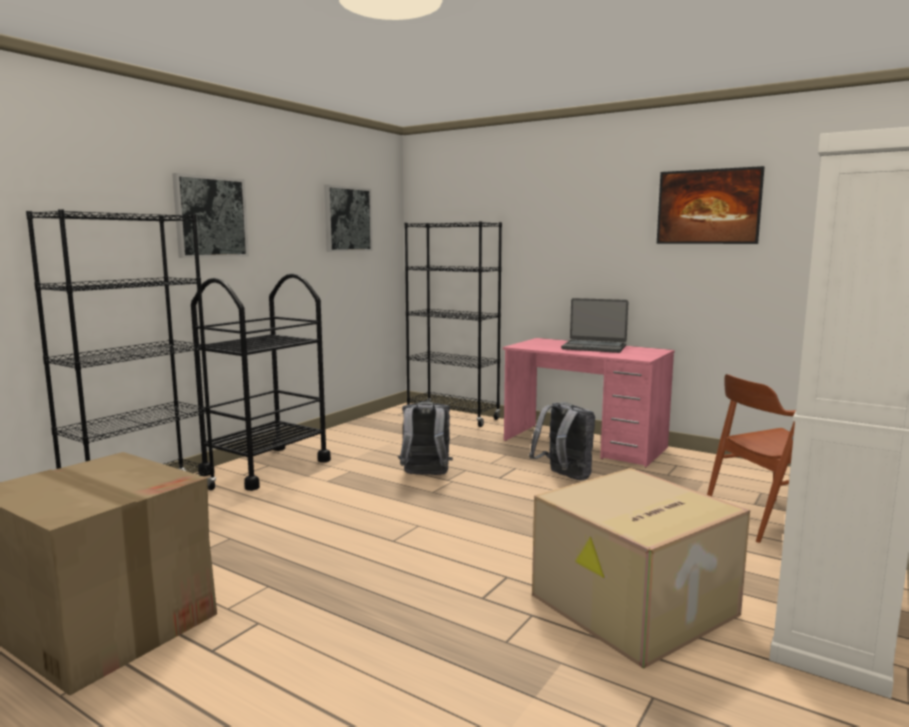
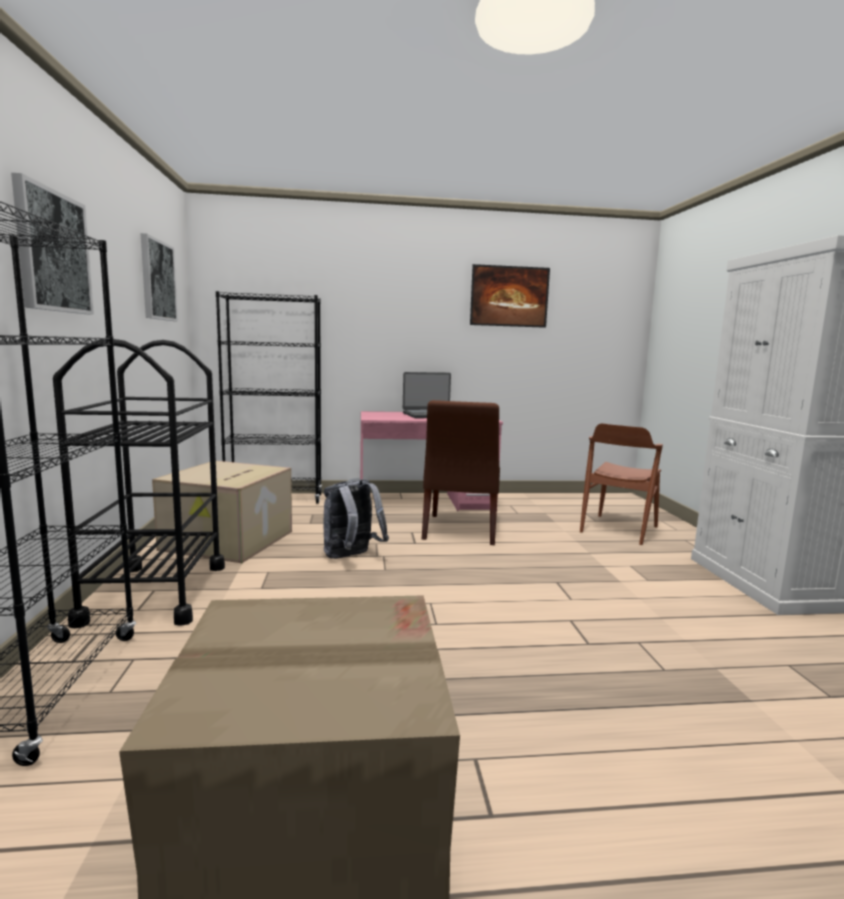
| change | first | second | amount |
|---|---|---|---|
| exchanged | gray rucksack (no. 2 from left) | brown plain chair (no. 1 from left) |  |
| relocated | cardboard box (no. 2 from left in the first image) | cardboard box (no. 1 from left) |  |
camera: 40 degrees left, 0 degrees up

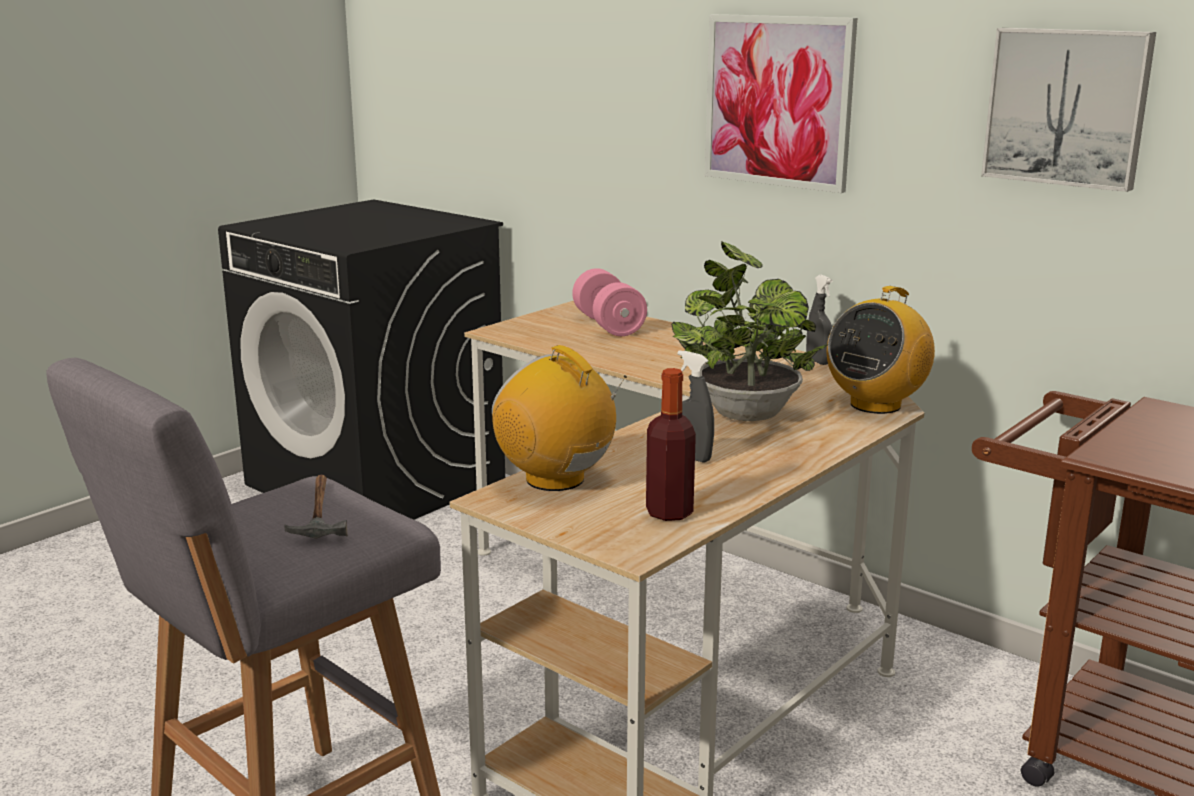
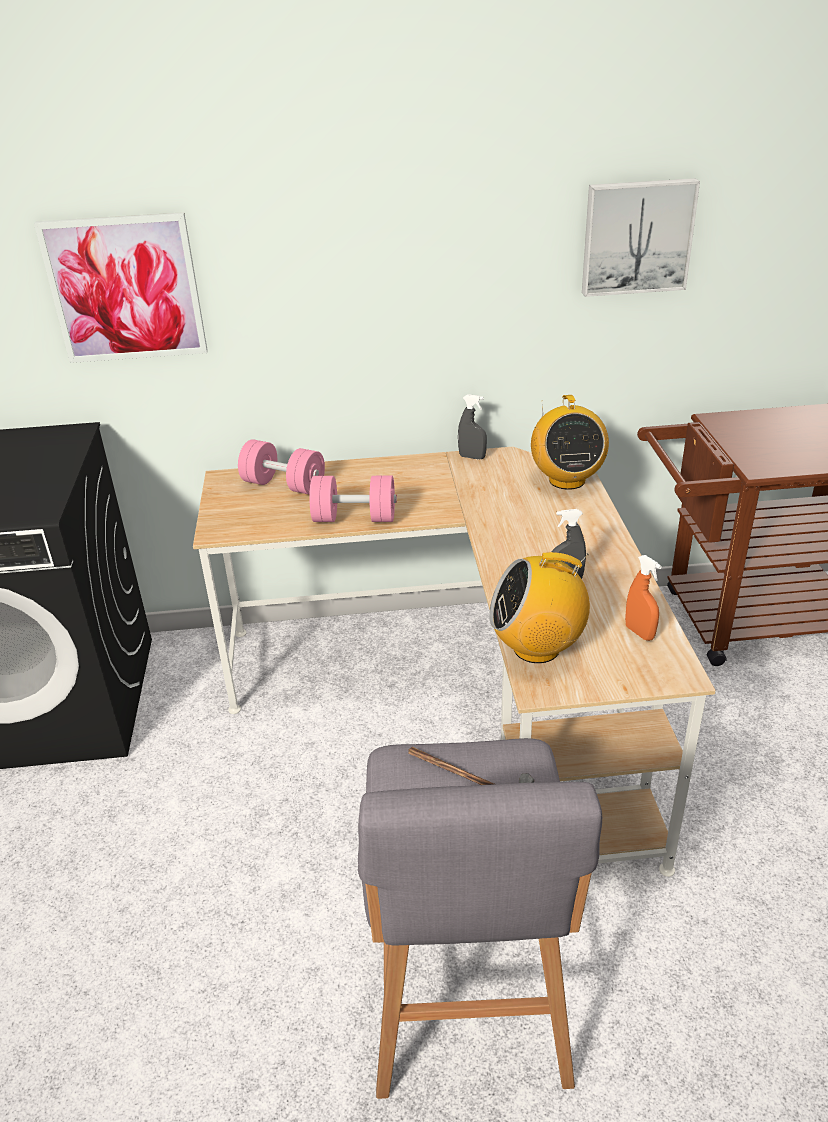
| change | first | second | amount |
|---|---|---|---|
| relocated | picture (no. 1 from left) |  |  |
| missing | plant in a pot |  |  |
| exchanged | drink bottle | orange-coloured spray bottle |  |
| appeared |  | pink-coloured hand weight (no. 2 from left) |  |
camera: 45 degrees left, 15 degrees up

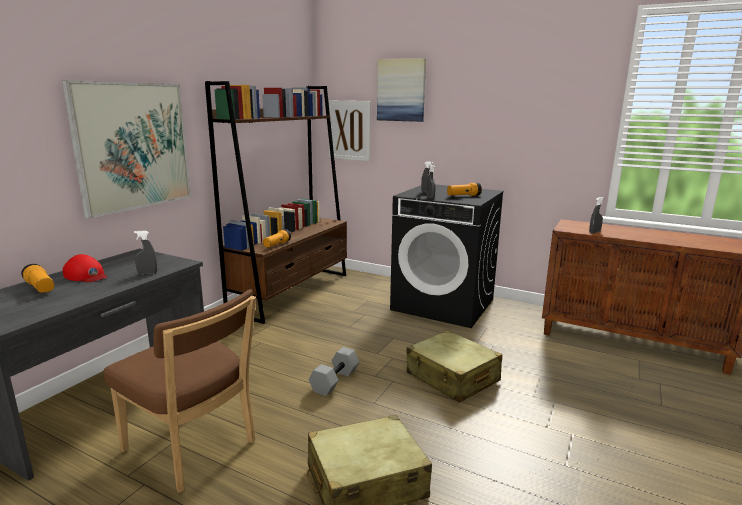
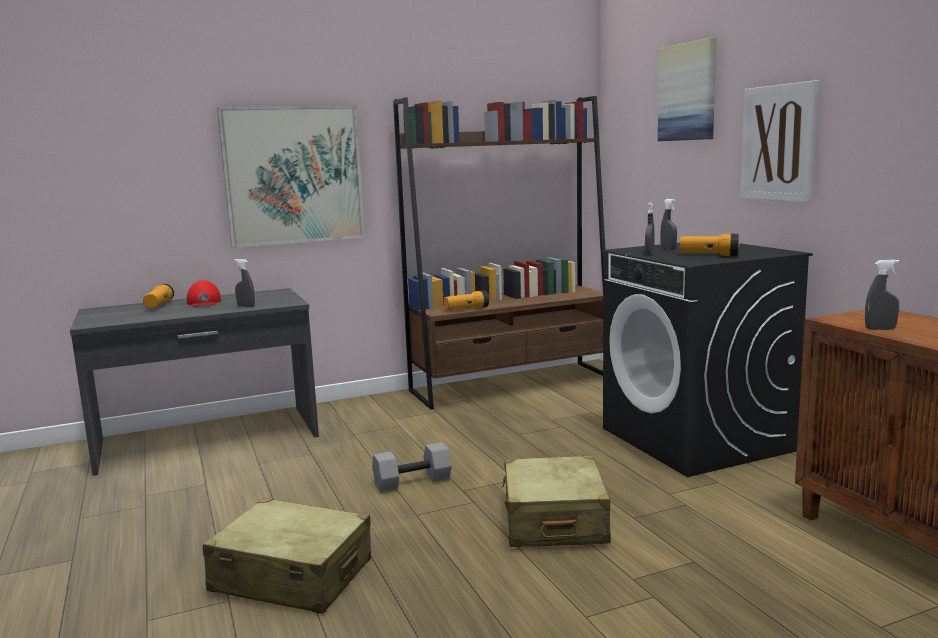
| change | first | second | amount |
|---|---|---|---|
| relocated | picture (no. 2 from left in the first image) | picture (no. 3 from left) |  |
| missing | brown plain chair |  |  |
camera: 40 degrees right, 5 degrees down

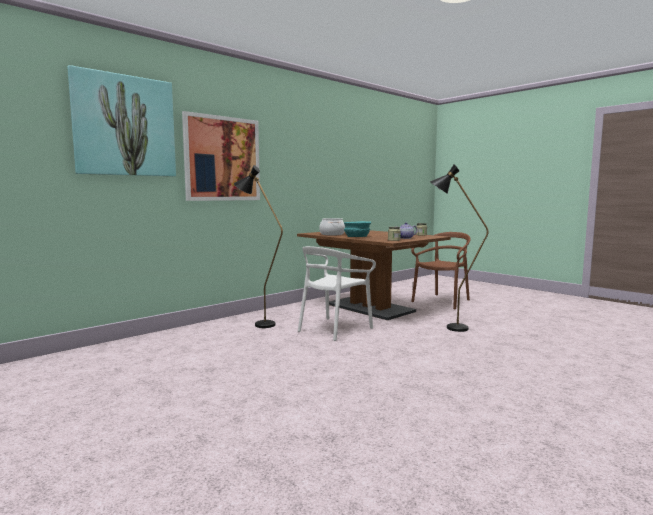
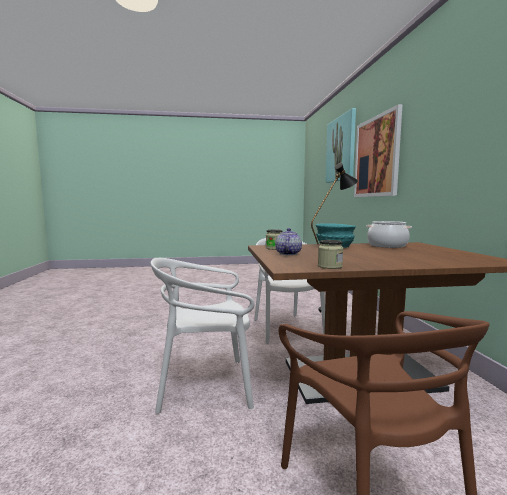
| change | first | second | amount |
|---|---|---|---|
| exchanged | blackish standing lamp (no. 2 from left) | white plain chair (no. 1 from left) |  |
camera: 125 degrees right, 0 degrees up

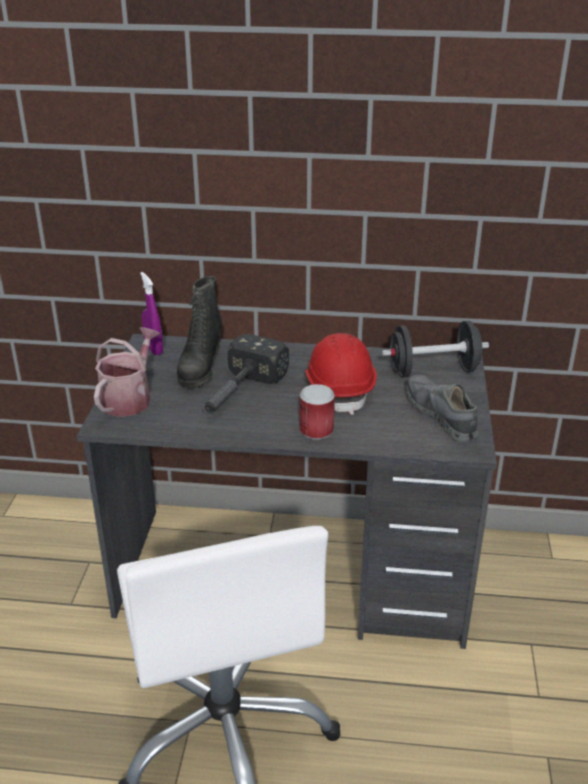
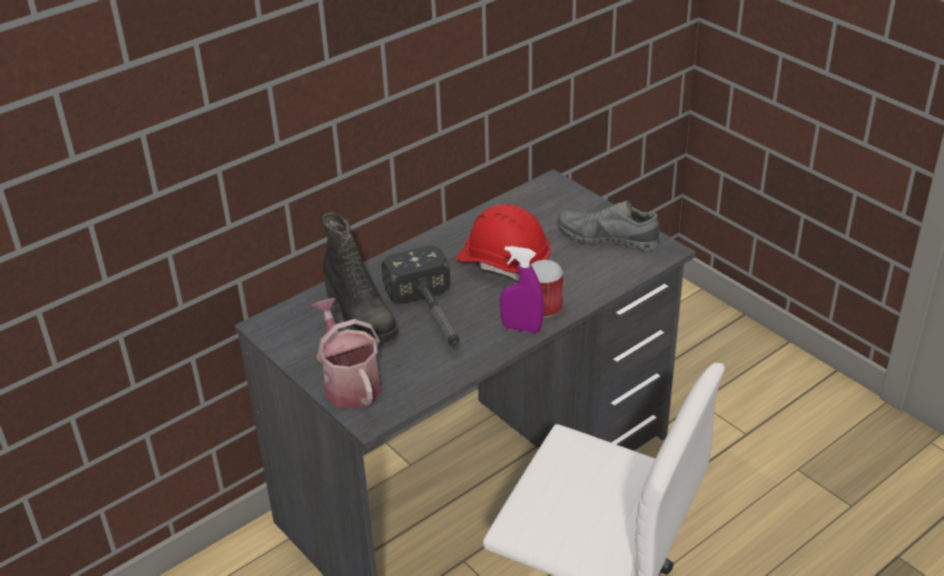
| change | first | second | amount |
|---|---|---|---|
| relocated | purple spray bottle |  |  |
| missing | blackish hand weight |  |  |
camera: 45 degrees left, 5 degrees up

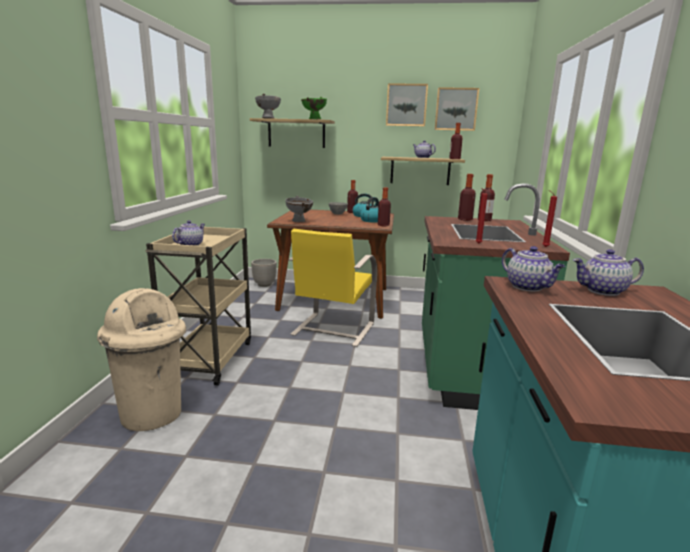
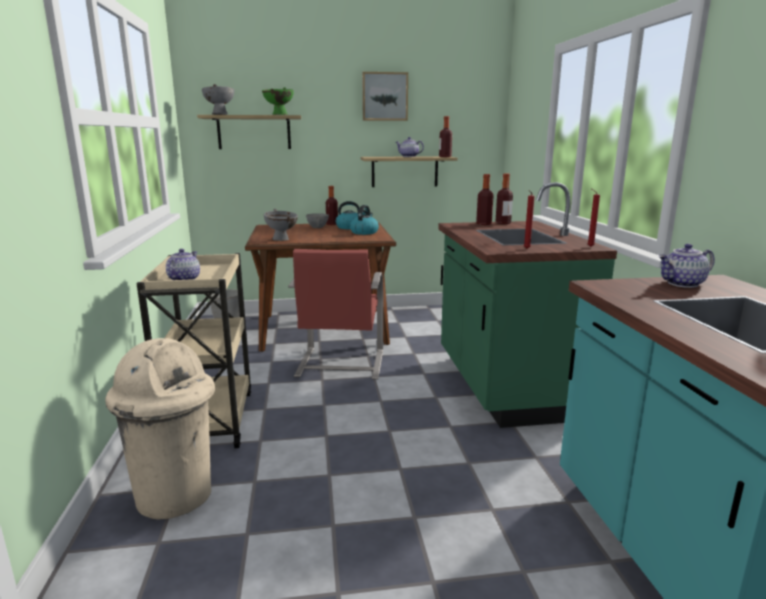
| change | first | second | amount |
|---|---|---|---|
| missing | picture (no. 2 from left) |  |  |
| missing | drink bottle (no. 2 from left) |  |  |
| colour | yellowish plain chair | red plain chair |  |
| missing | teapot (no. 3 from left) |  |  |
camera: 15 degrees left, 0 degrees up

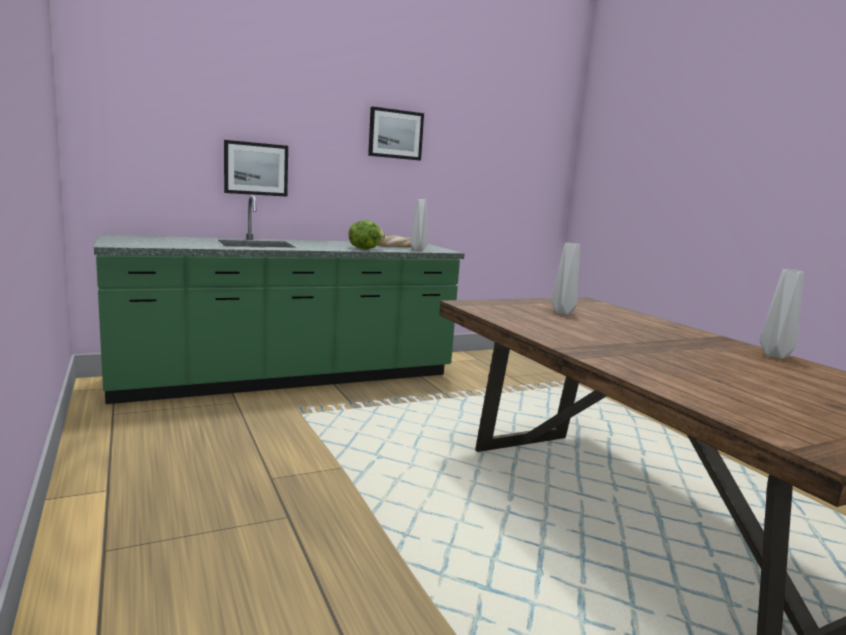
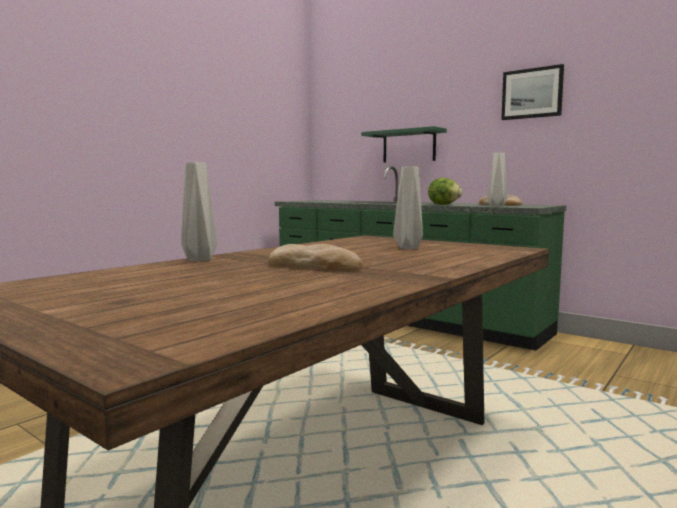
| change | first | second | amount |
|---|---|---|---|
| exchanged | picture (no. 1 from left) | green bracket shelf |  |
| relocated | gray flower vase (no. 3 from left in the first image) | gray flower vase (no. 1 from left) |  |
| appeared |  | baked bread (no. 1 from left) |  |
camera: 65 degrees right, 5 degrees down

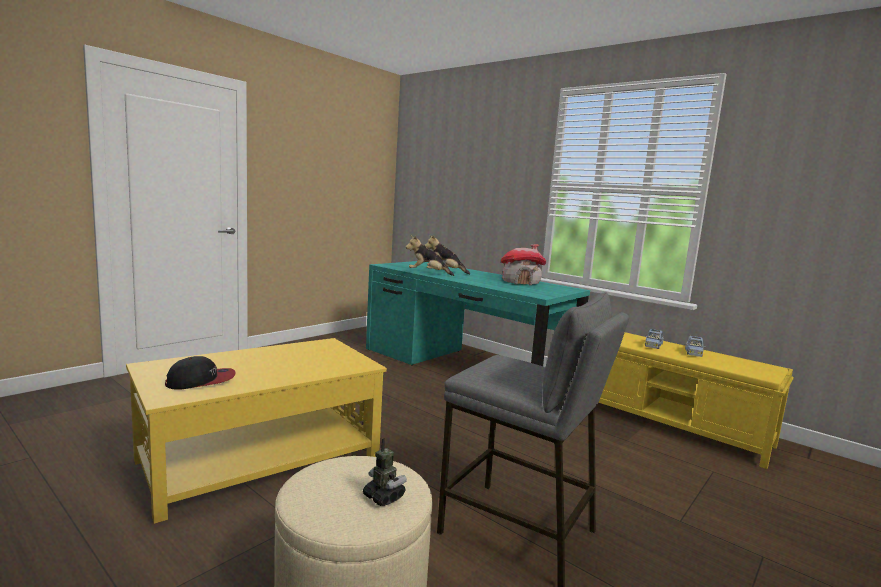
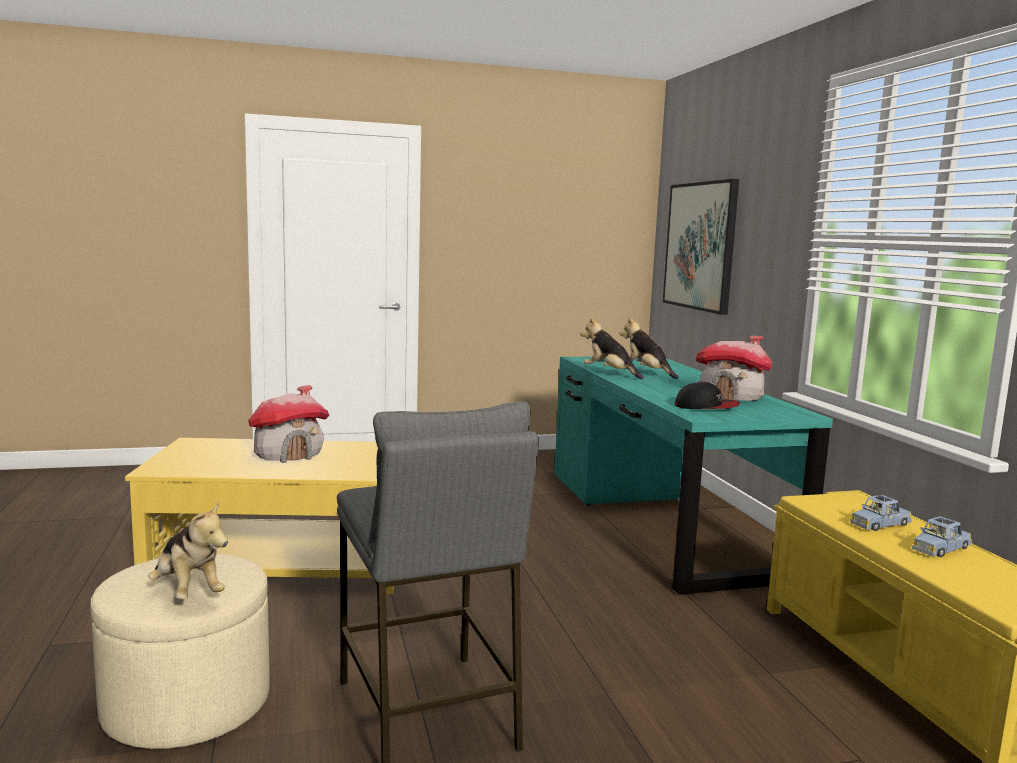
| change | first | second | amount |
|---|---|---|---|
| relocated | cap |  |  |
| exchanged | robot figure | cuddly toy (no. 1 from left) |  |
| appeared |  | picture |  |
| appeared |  | toy house (no. 1 from left) |  |
camera: 35 degrees right, 0 degrees up

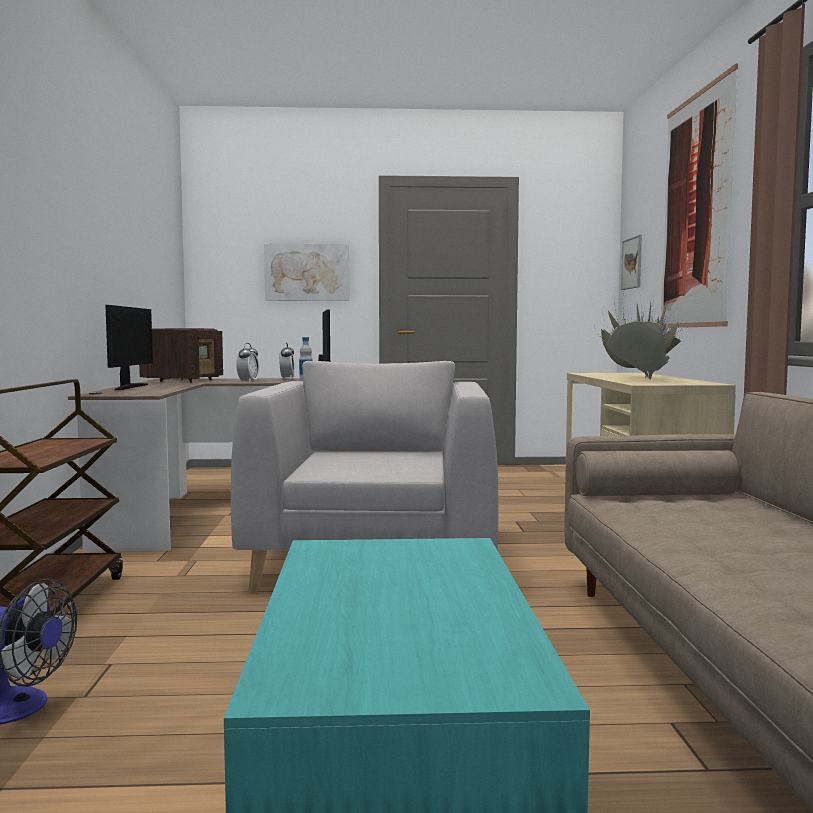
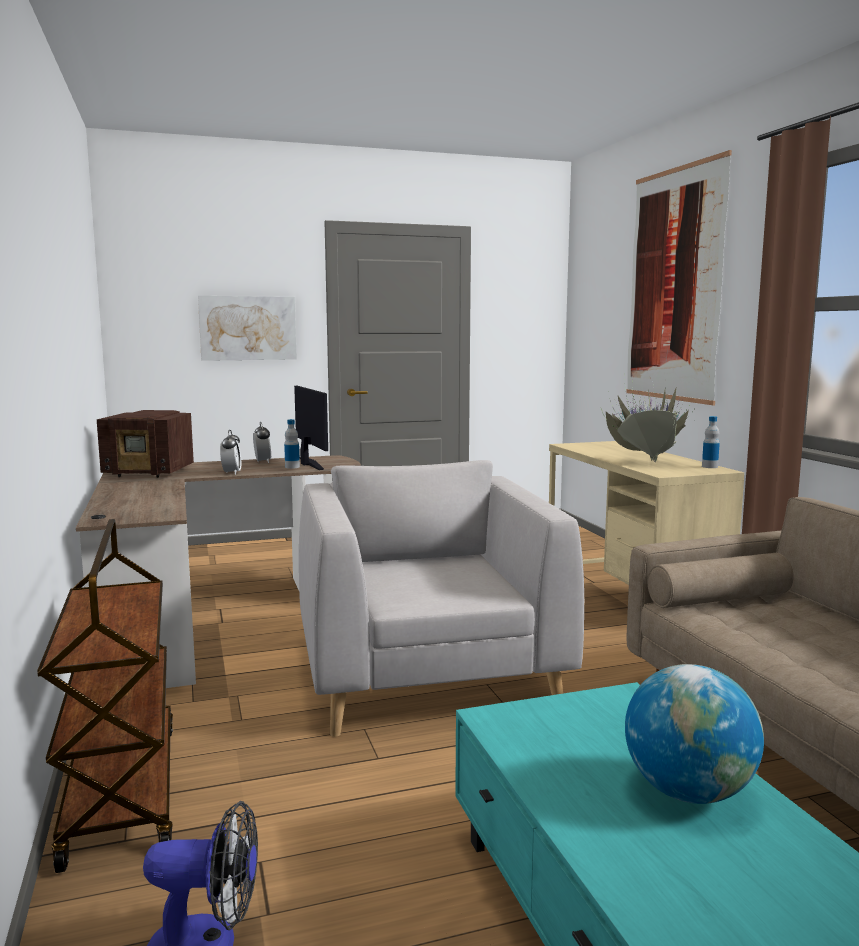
| change | first | second | amount |
|---|---|---|---|
| missing | picture (no. 2 from left) |  |  |
| missing | computer screen (no. 1 from left) |  |  |
| spun | radio |  | 90 degrees clockwise |
| appeared |  | drink bottle (no. 2 from left) |  |
| appeared |  | globe |  |
camera: 15 degrees left, 5 degrees up

